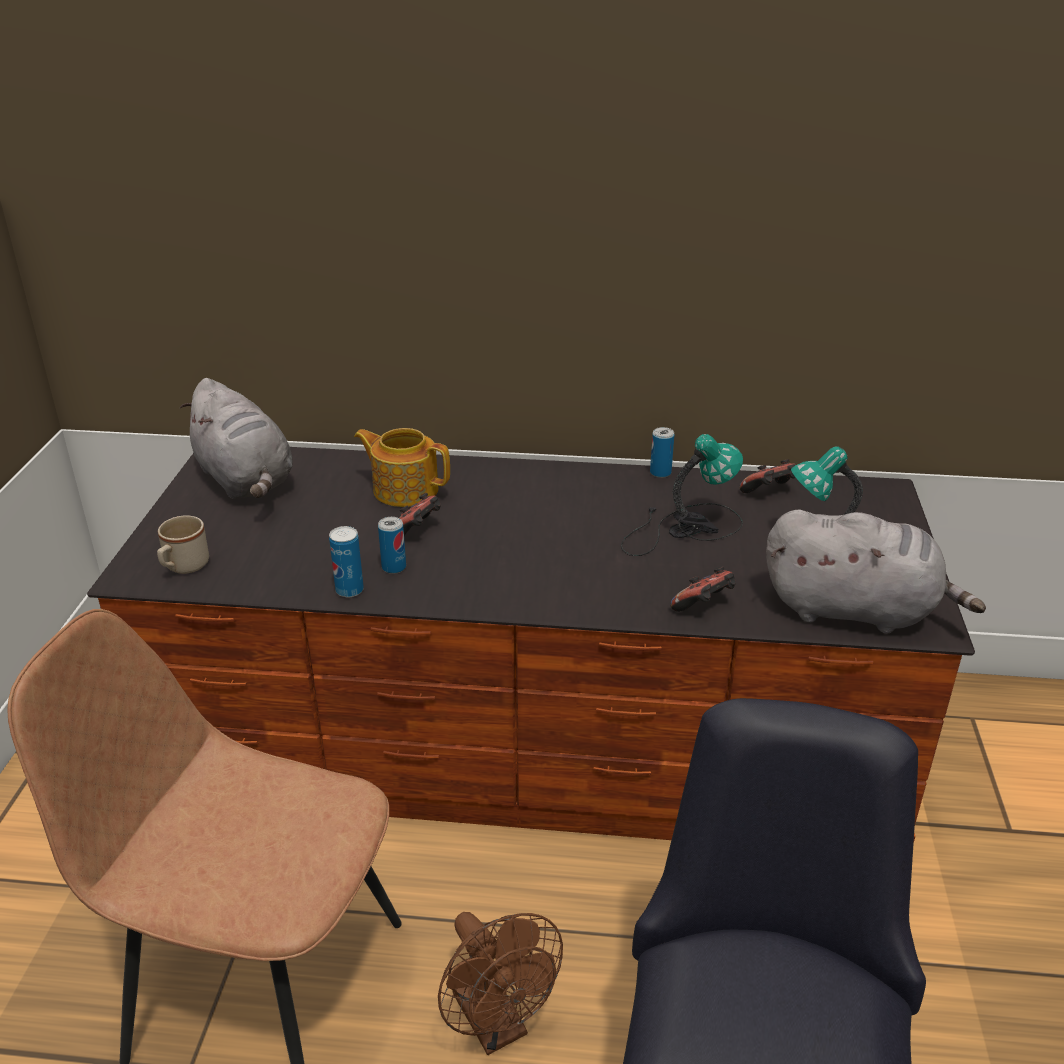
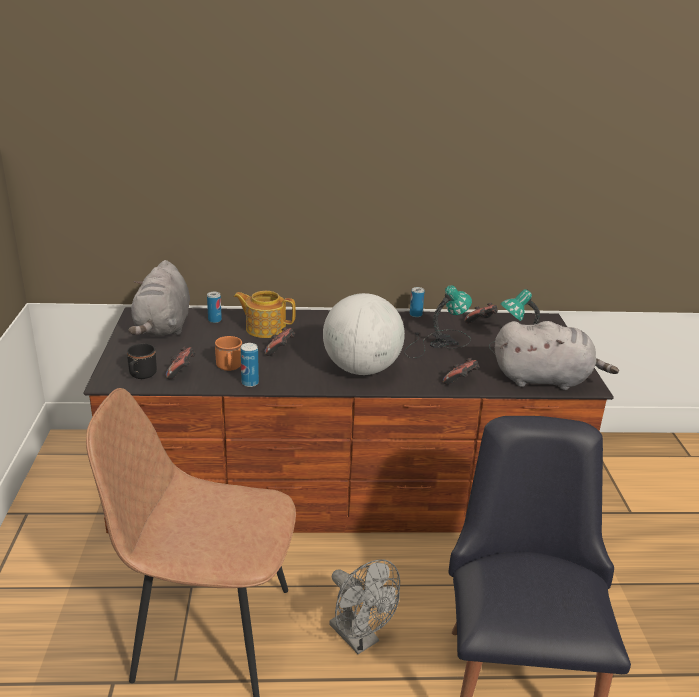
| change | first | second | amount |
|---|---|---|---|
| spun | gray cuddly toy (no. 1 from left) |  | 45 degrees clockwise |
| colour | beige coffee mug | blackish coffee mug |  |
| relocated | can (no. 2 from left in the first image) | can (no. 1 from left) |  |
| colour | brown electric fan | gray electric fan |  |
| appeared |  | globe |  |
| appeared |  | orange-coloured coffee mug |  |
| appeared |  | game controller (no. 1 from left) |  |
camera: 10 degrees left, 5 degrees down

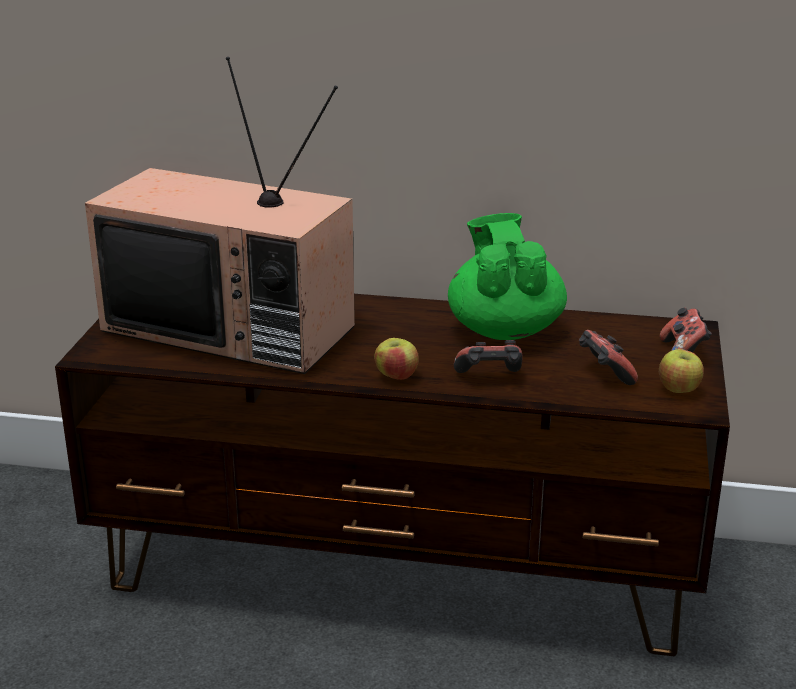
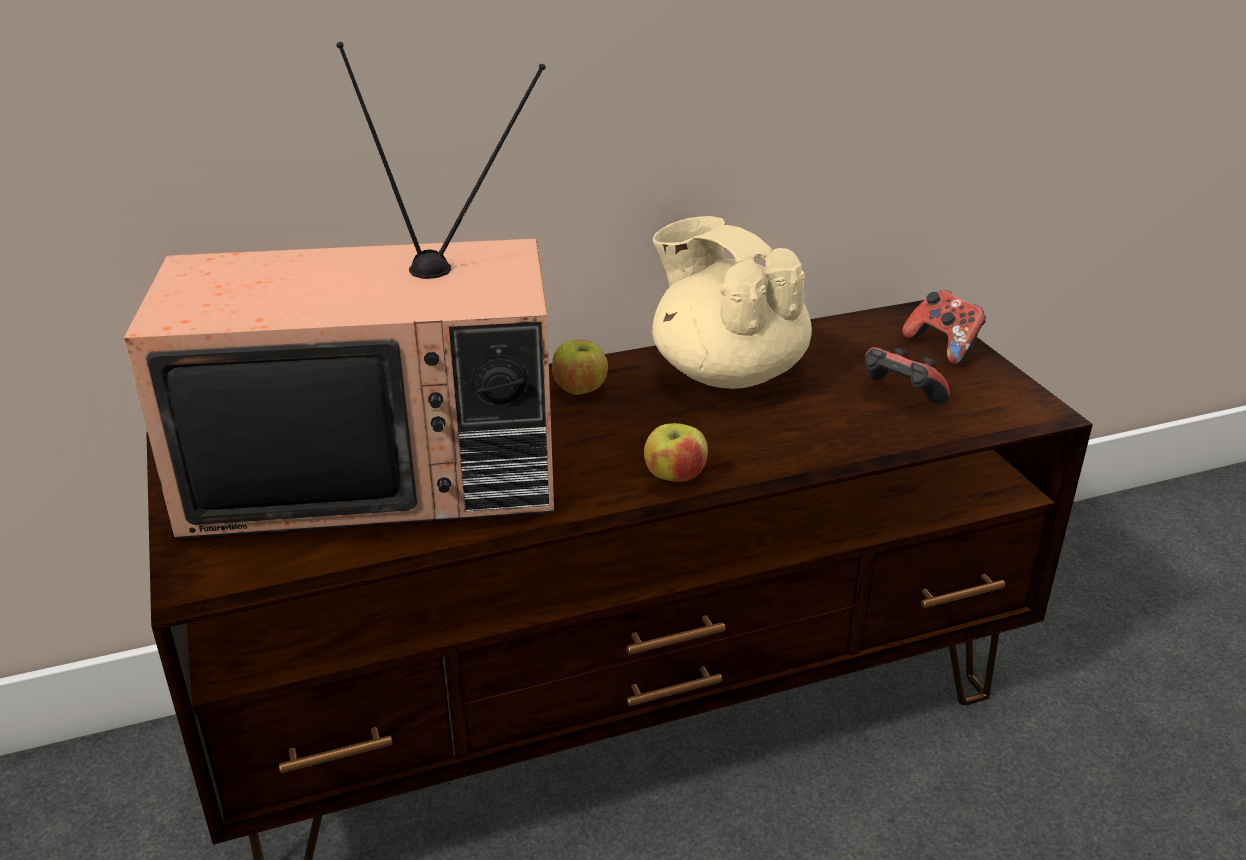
| change | first | second | amount |
|---|---|---|---|
| colour | green teapot | beige teapot |  |
| missing | game controller (no. 1 from left) |  |  |
| relocated | whole apple (no. 2 from left in the first image) | whole apple (no. 1 from left) |  |
camera: 30 degrees left, 5 degrees up

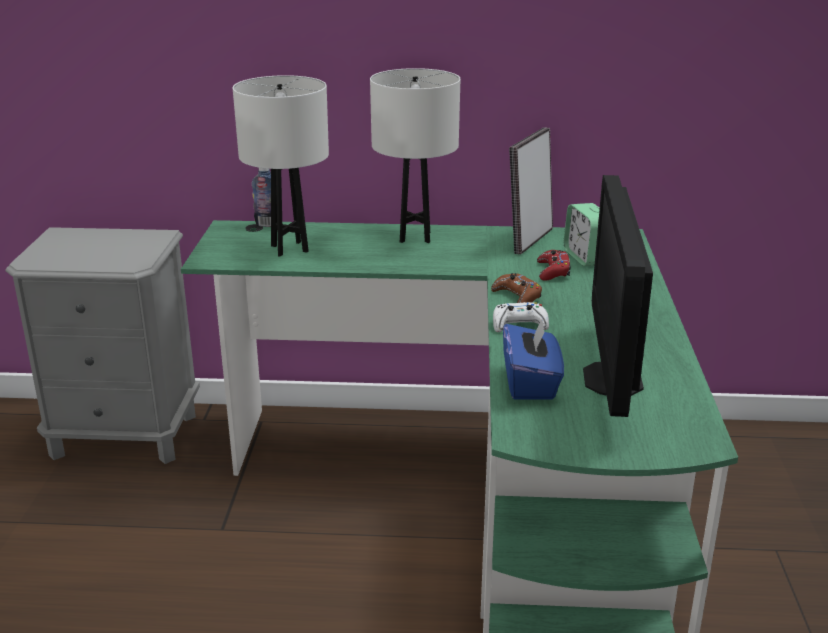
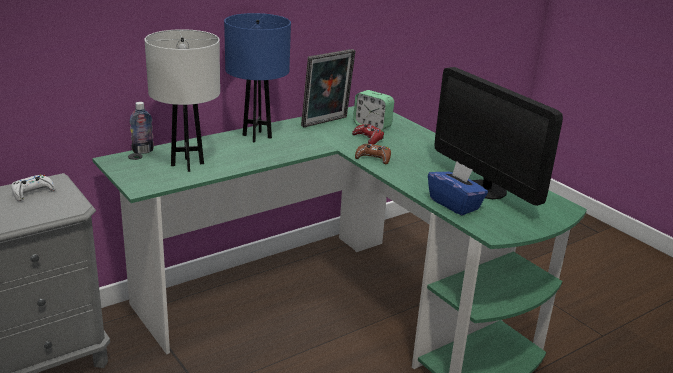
| change | first | second | amount |
|---|---|---|---|
| colour | white table lamp (no. 2 from left) | bluish table lamp |  |
| spun | photo frame |  | 120 degrees counterclockwise |
| relocated | white game controller |  |  |
camera: 40 degrees left, 0 degrees up

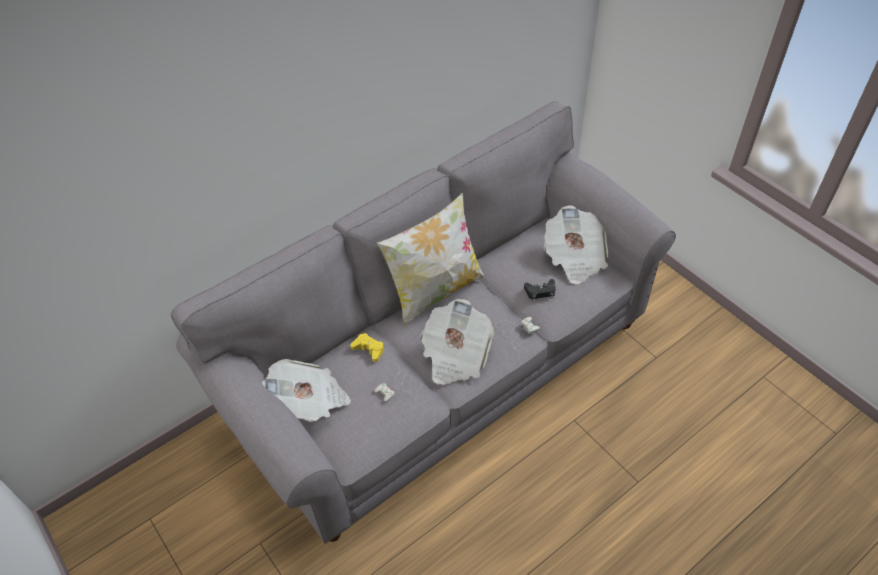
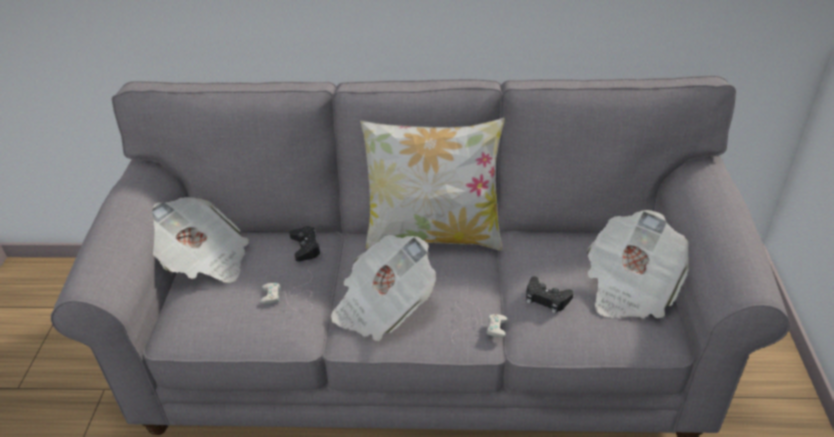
| change | first | second | amount |
|---|---|---|---|
| colour | yellowish game controller | blackish game controller (no. 1 from left) |  |
camera: 40 degrees right, 10 degrees down

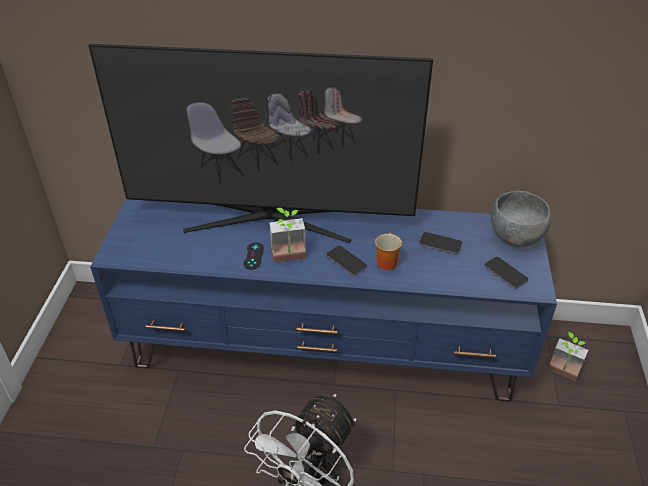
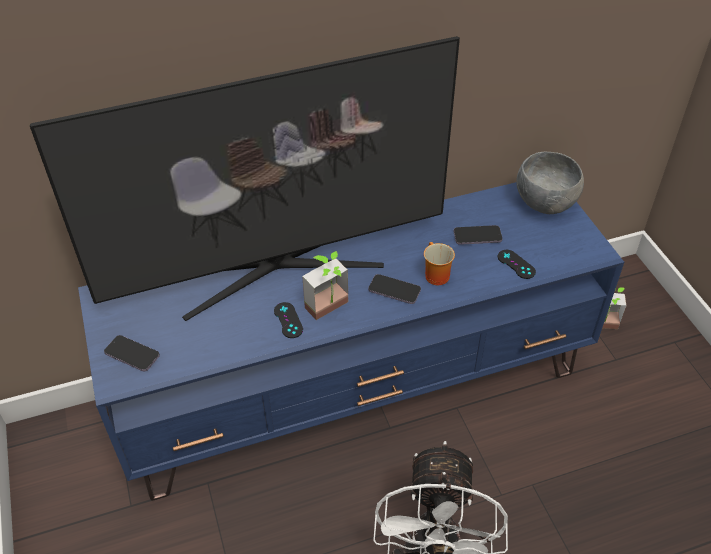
| change | first | second | amount |
|---|---|---|---|
| relocated | handset (no. 3 from left in the first image) | handset (no. 1 from left) |  |
| appeared |  | blackish game controller (no. 2 from left) |  |
camera: 25 degrees left, 5 degrees up

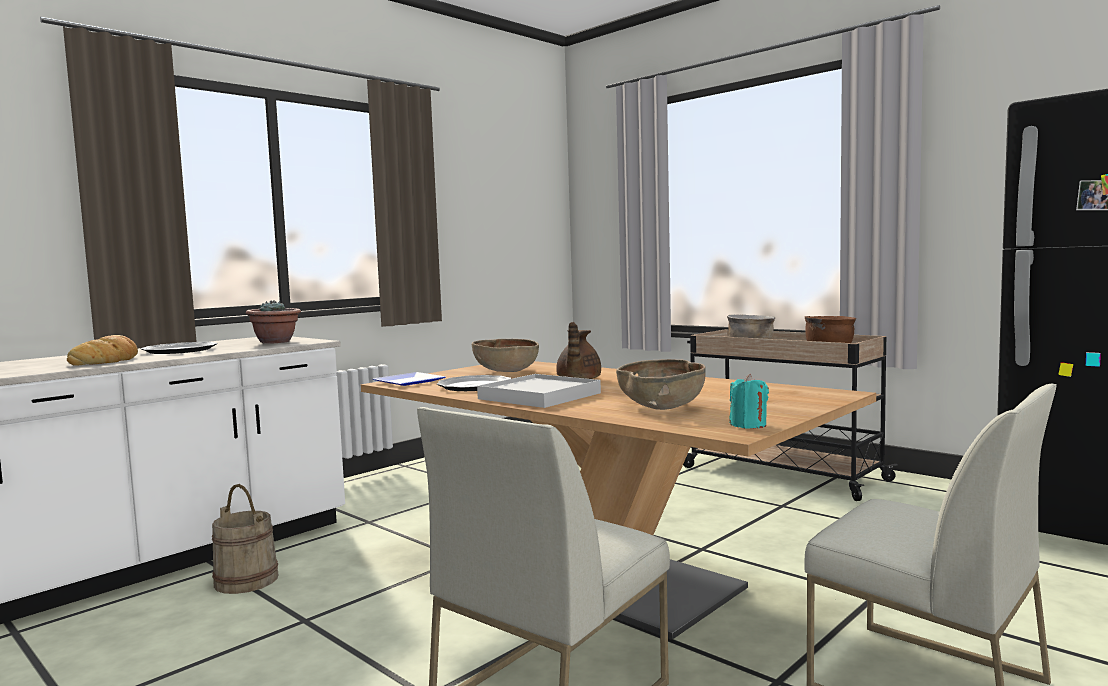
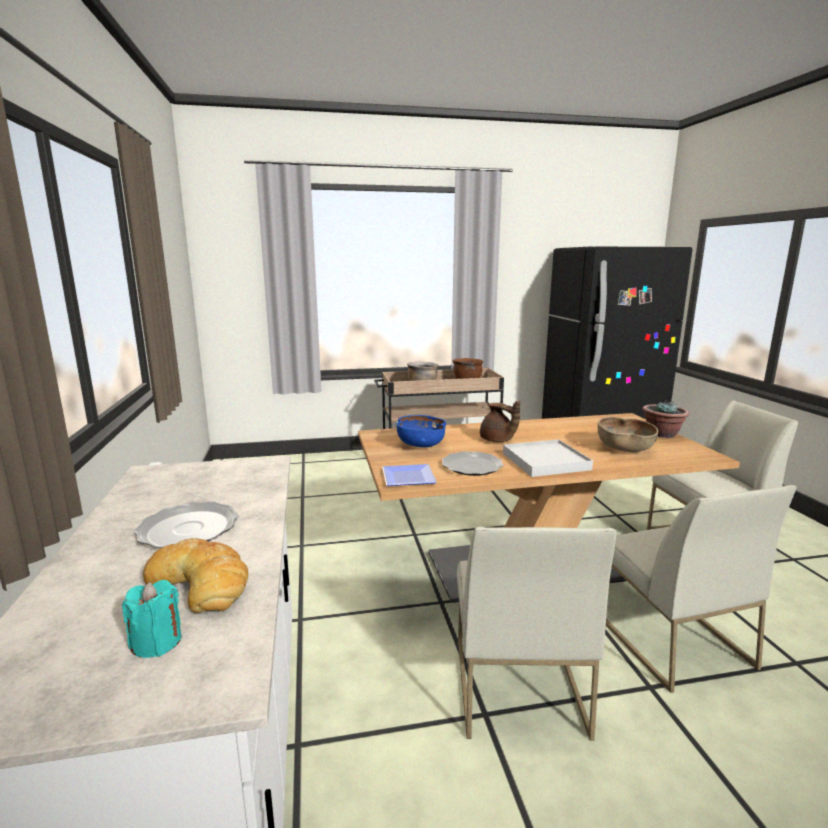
| change | first | second | amount |
|---|---|---|---|
| relocated | plant in a pot |  |  |
| colour | brown deep dish (no. 1 from left) | bluish deep dish |  |
| relocated | turquoise wax light |  |  |
| missing | beige water bucket |  |  |
| appeared |  | white plain chair (no. 1 from left) |  |
camera: 55 degrees left, 10 degrees up

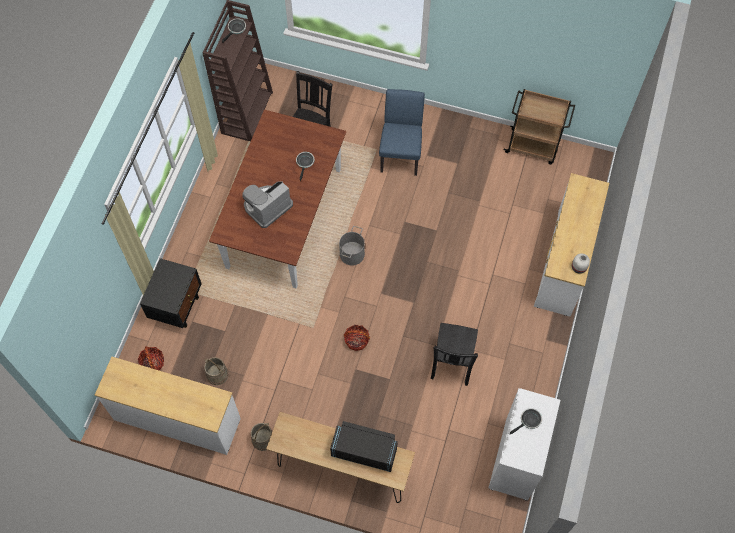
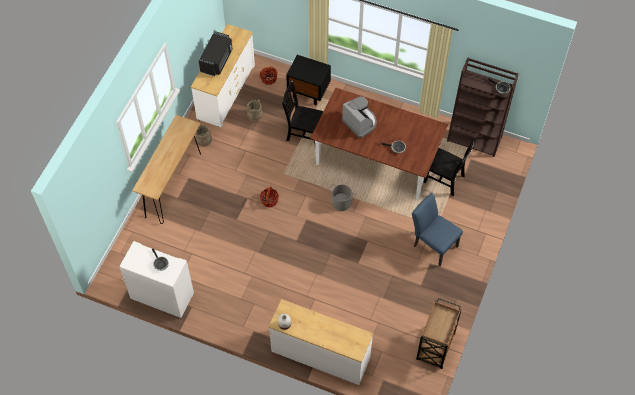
| change | first | second | amount |
|---|---|---|---|
| spun | bluish plain chair |  | 150 degrees counterclockwise |
| relocated | blackish plain chair (no. 2 from left in the first image) | blackish plain chair (no. 1 from left) |  |
| relocated | blackish kitchen microwave |  |  |
camera: 95 degrees right, 5 degrees down

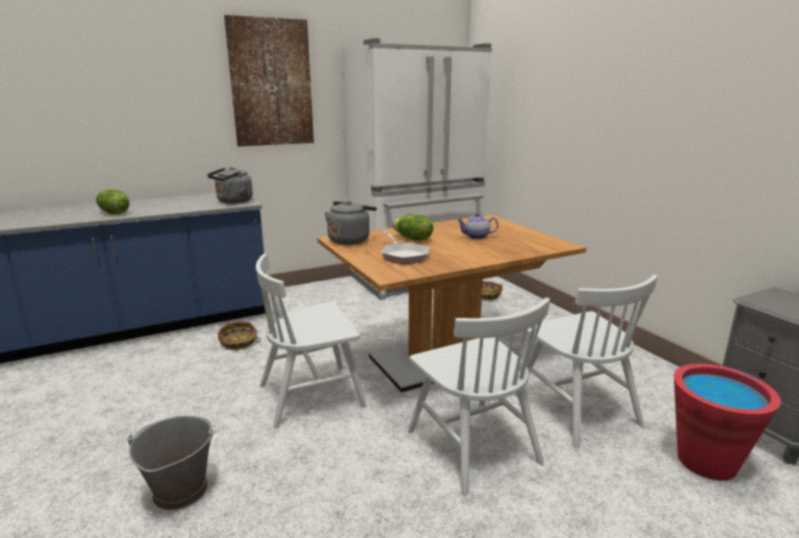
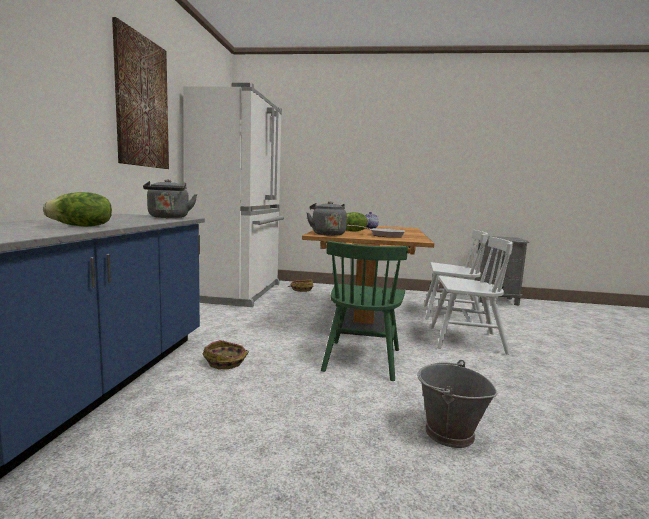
| change | first | second | amount |
|---|---|---|---|
| colour | white plain chair (no. 1 from left) | green plain chair |  |
| missing | red water bucket |  |  |
camera: 55 degrees left, 10 degrees down

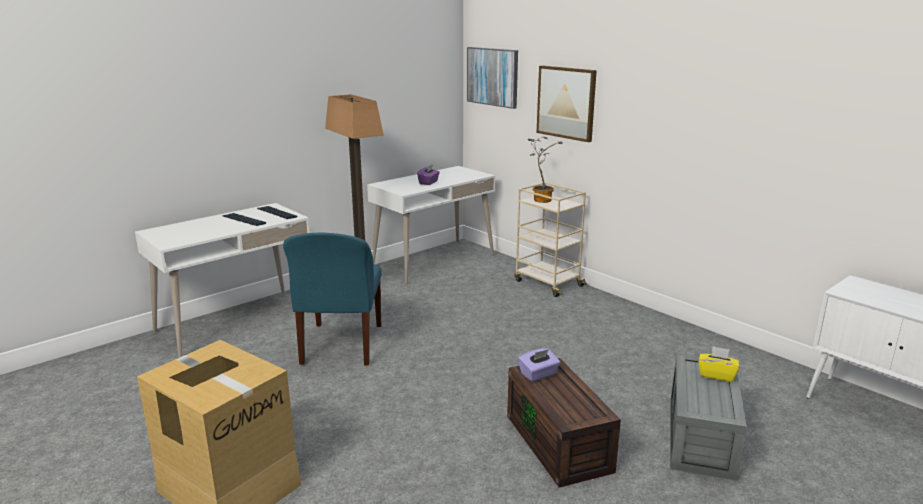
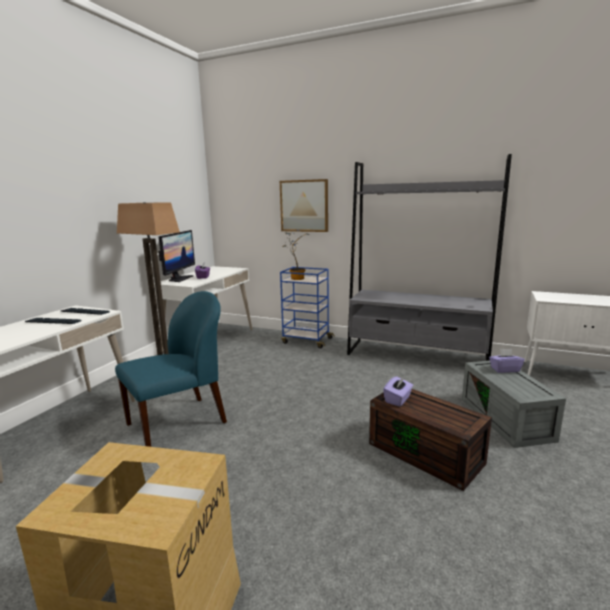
| change | first | second | amount |
|---|---|---|---|
| missing | picture (no. 1 from left) |  |  |
| colour | beige cart | bluish cart |  |
| spun | bluish plain chair |  | 105 degrees counterclockwise |
| colour | yellowish tissue holder | purple tissue holder (no. 3 from left) |  |
| appeared |  | gray bookshelf |  |
| appeared |  | computer screen |  |
camera: 25 degrees left, 5 degrees down

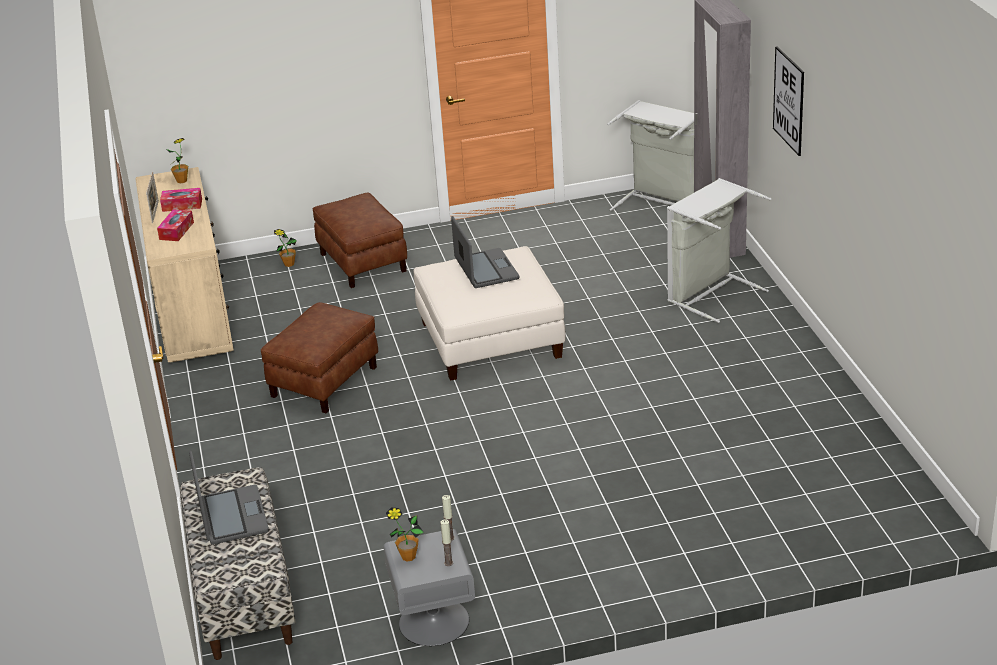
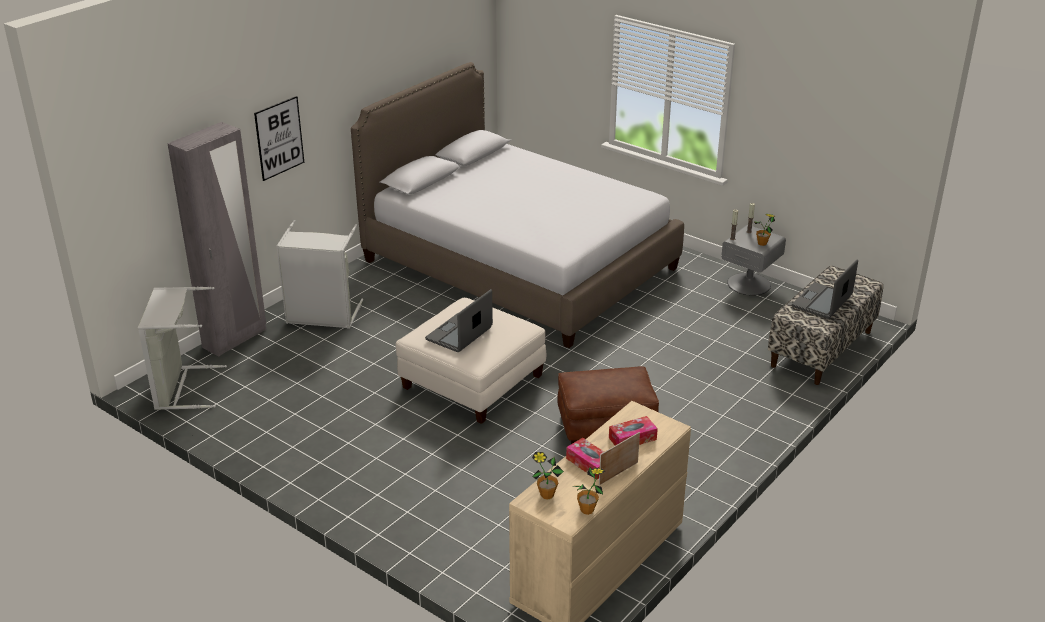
| change | first | second | amount |
|---|---|---|---|
| missing | brown footrest (no. 2 from left) |  |  |
| relocated | plant in a pot (no. 2 from left) |  |  |
| appeared |  | bedroom bed |  |
camera: 130 degrees left, 0 degrees up

